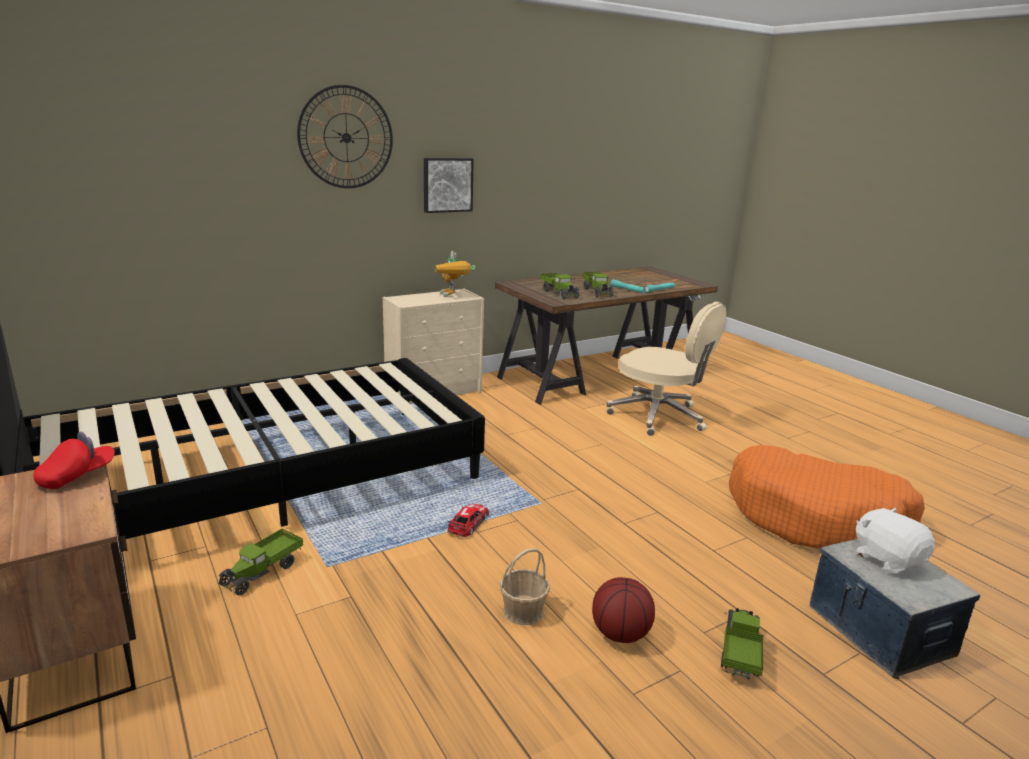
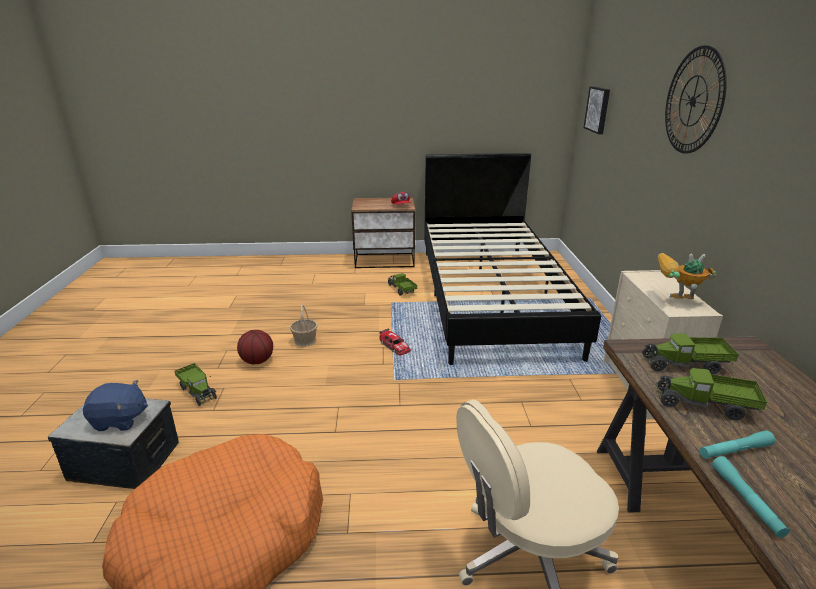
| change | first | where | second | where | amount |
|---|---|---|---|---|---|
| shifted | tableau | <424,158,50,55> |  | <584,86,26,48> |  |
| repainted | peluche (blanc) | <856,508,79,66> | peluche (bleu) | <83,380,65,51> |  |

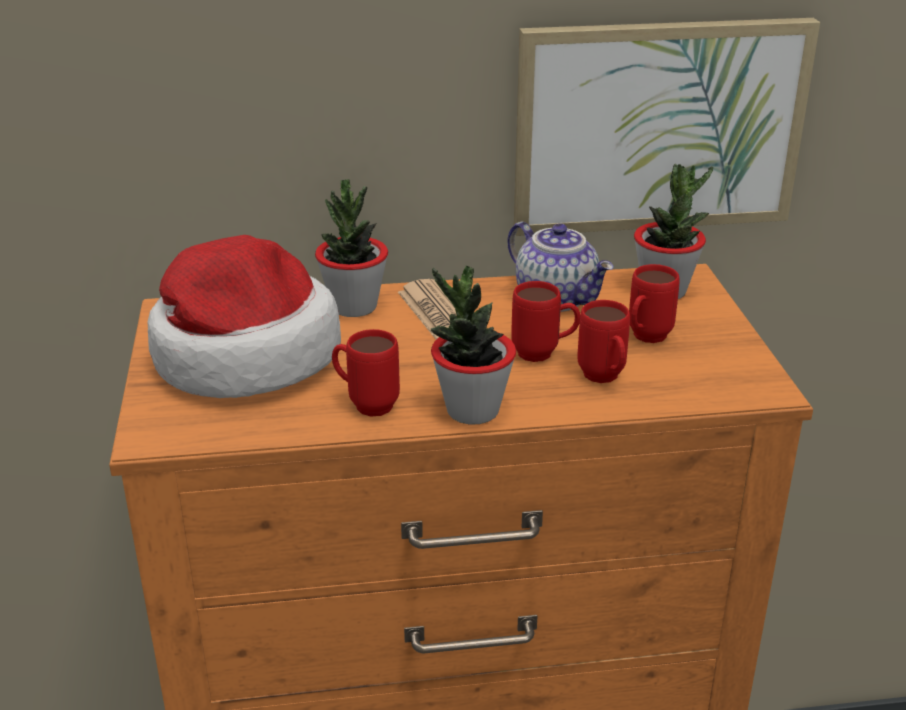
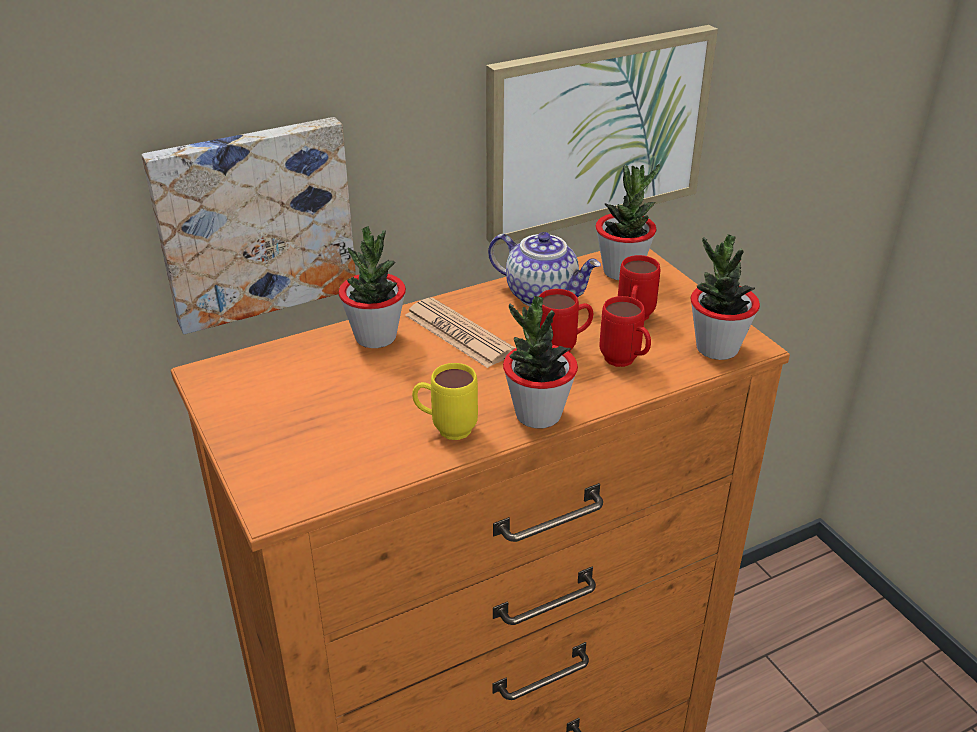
| change | first | where | second | where | amount |
|---|---|---|---|---|---|
| gone | chapeau | <147,235,194,163> |  |  |  |
| new |  |  | tableau | <142,117,214,217> |  |
| new |  |  | plante en pot | <690,234,70,126> |  |
| repainted | mug (rouge) | <332,329,68,88> | mug (jaune) | <412,363,66,77> |  |

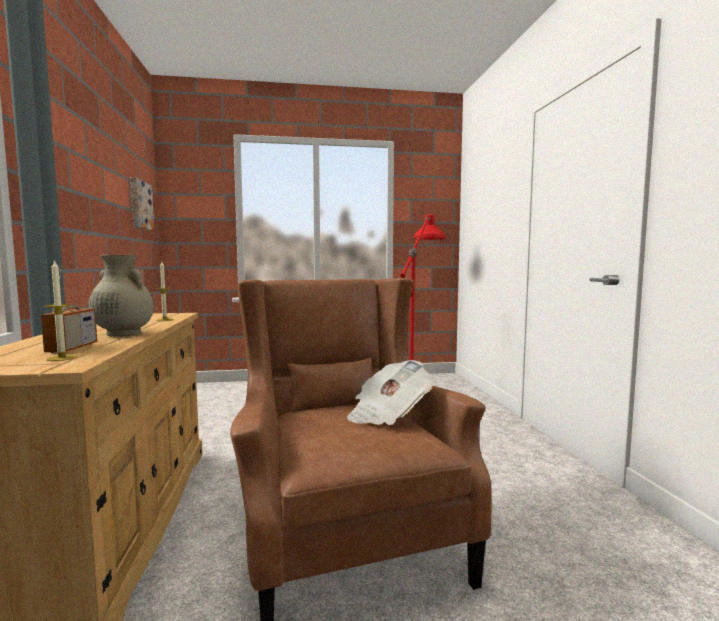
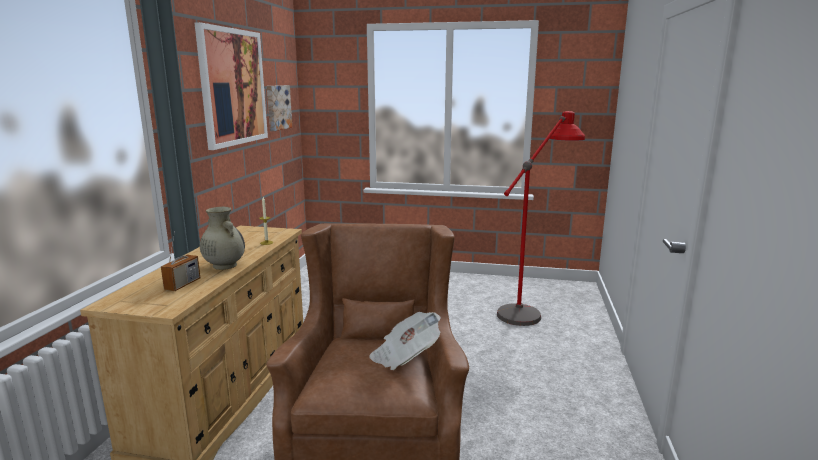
| change | first | where | second | where | amount |
|---|---|---|---|---|---|
| gone | bougie | <44,259,34,102> |  |  |  |
| new |  |  | tableau | <194,22,74,128> |  |

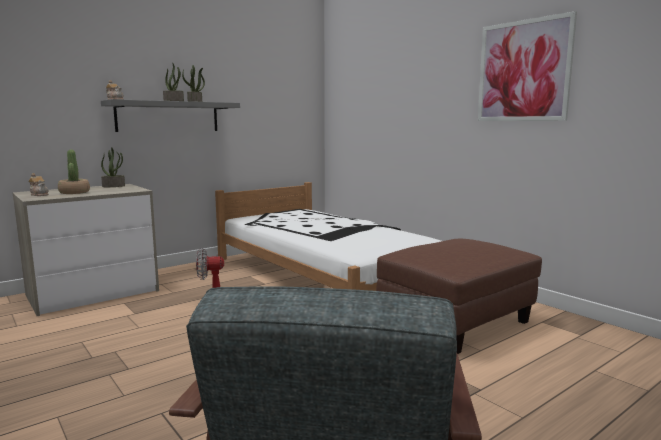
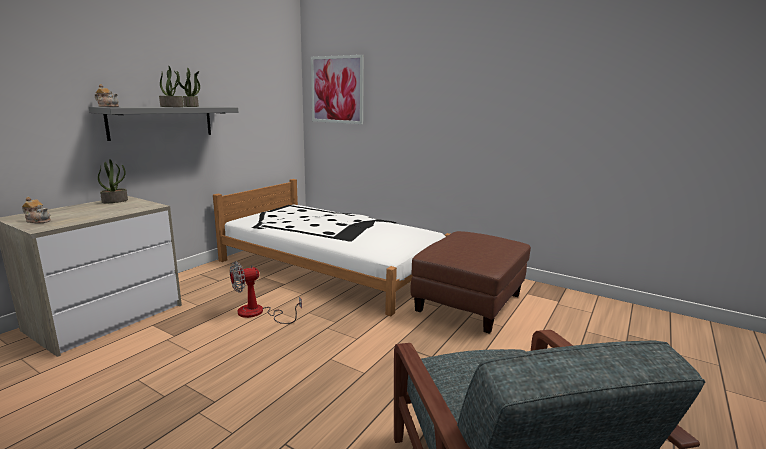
| change | first | where | second | where | amount |
|---|---|---|---|---|---|
| gone | plante en pot | <58,150,32,44> |  |  |  |
| shifted | tableau | <478,11,99,110> |  | <311,55,53,69> |  |

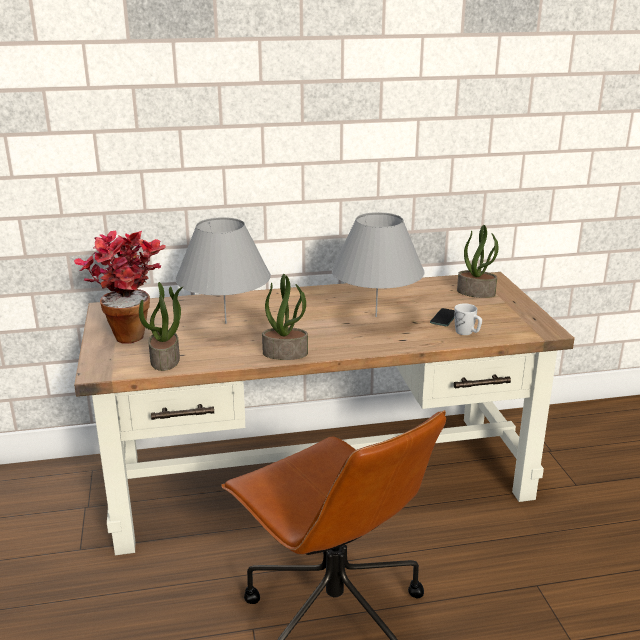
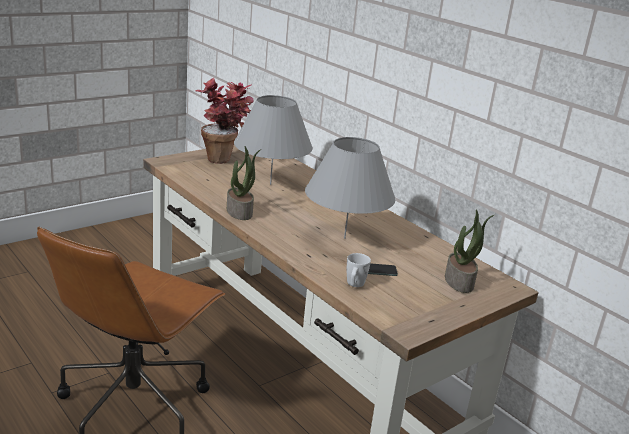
| change | first | where | second | where | amount |
|---|---|---|---|---|---|
| gone | plante en pot | <139,282,45,89> |  |  |  |

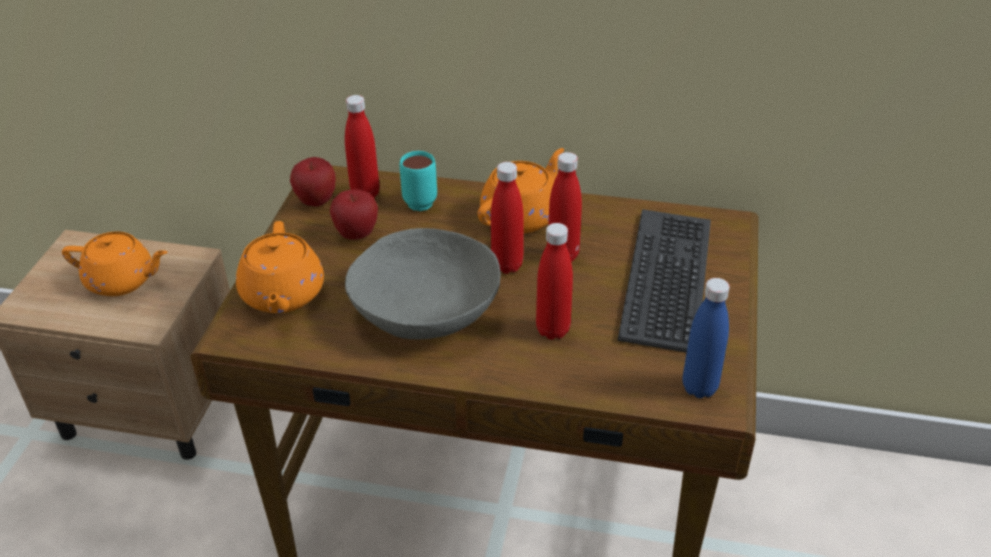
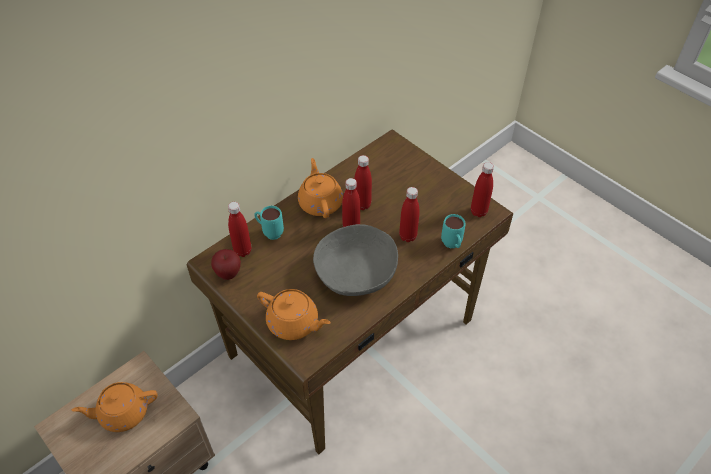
| change | first | where | second | where | amount |
|---|---|---|---|---|---|
| gone | pomme | <330,190,48,49> |  |  |  |
| gone | clavier | <618,209,93,144> |  |  |  |
| new |  |  | mug (turquoise) | <441,214,24,34> |  |
| repainted | bouteille (bleu) | <683,278,47,120> | bouteille (rouge) | <471,162,23,55> |  |
| rotated | théière (orange) | <62,232,106,64> |  | <72,382,86,50> | 150 degrees counterclockwise |

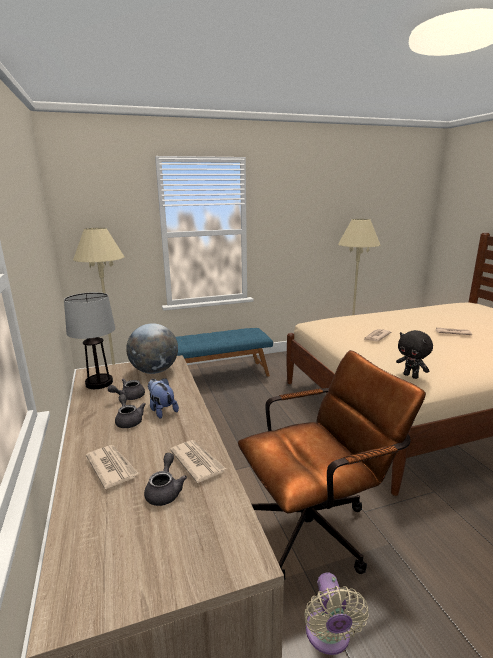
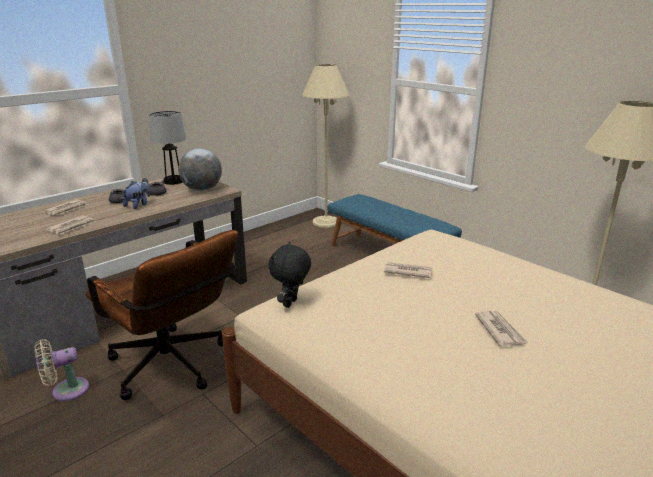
| change | first | where | second | where | amount |
|---|---|---|---|---|---|
| gone | théière (gris) | <144,453,43,53> |  |  |  |

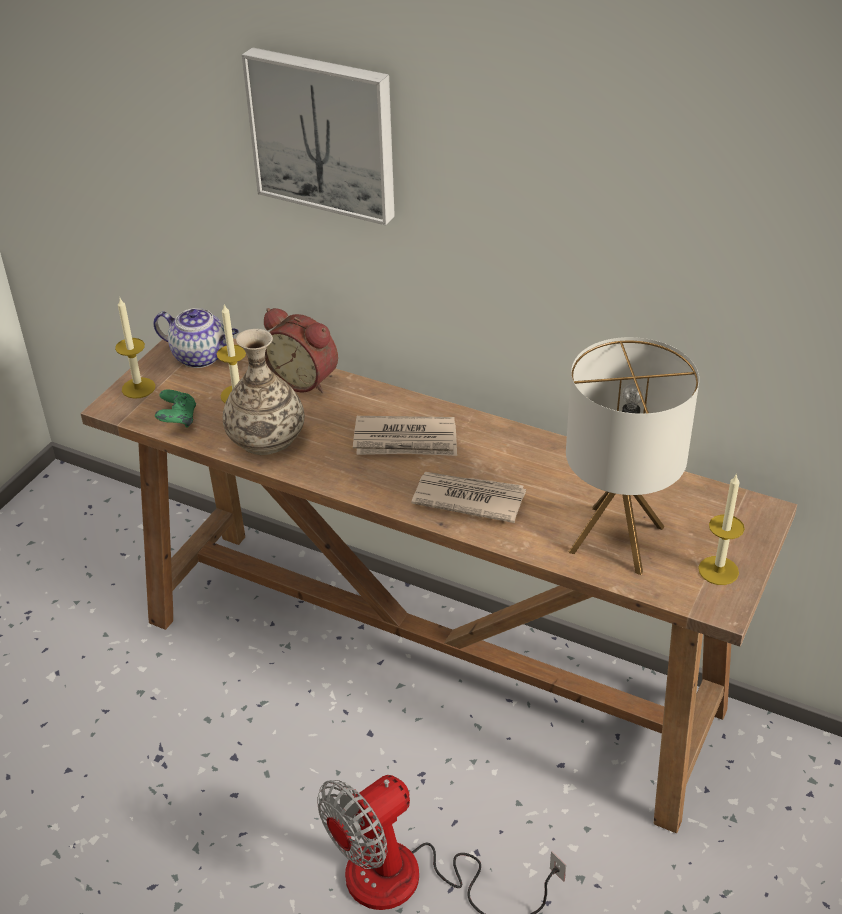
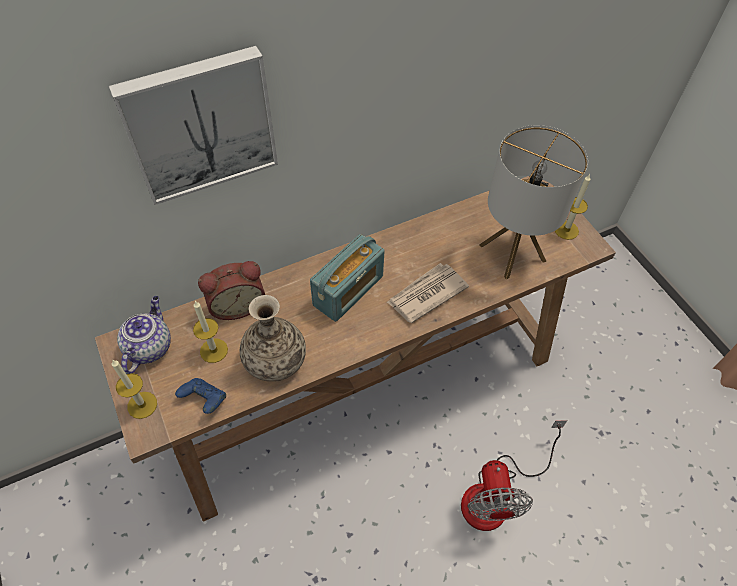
| change | first | where | second | where | amount |
|---|---|---|---|---|---|
| swapped | journal | <353,416,104,40> | radio | <310,234,75,88> |  |
| repainted | manette (vert) | <155,390,41,38> | manette (bleu) | <175,378,51,36> |  |
| rotated | théière | <153,308,86,60> |  | <117,296,54,78> | 45 degrees counterclockwise |

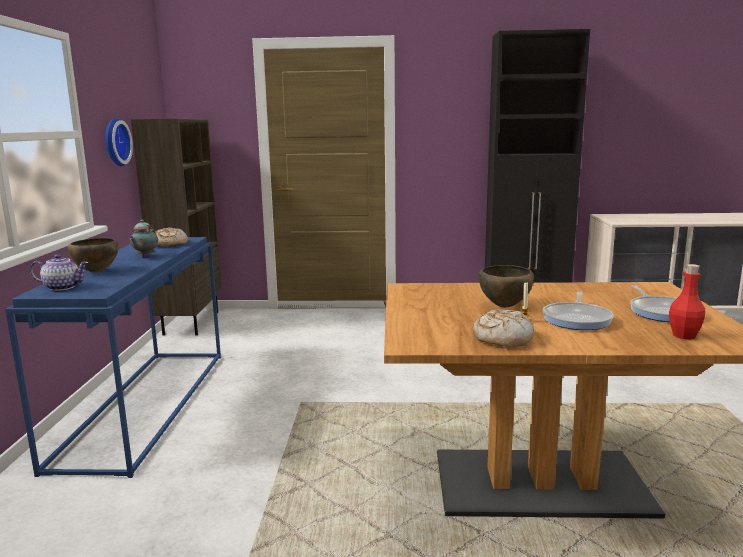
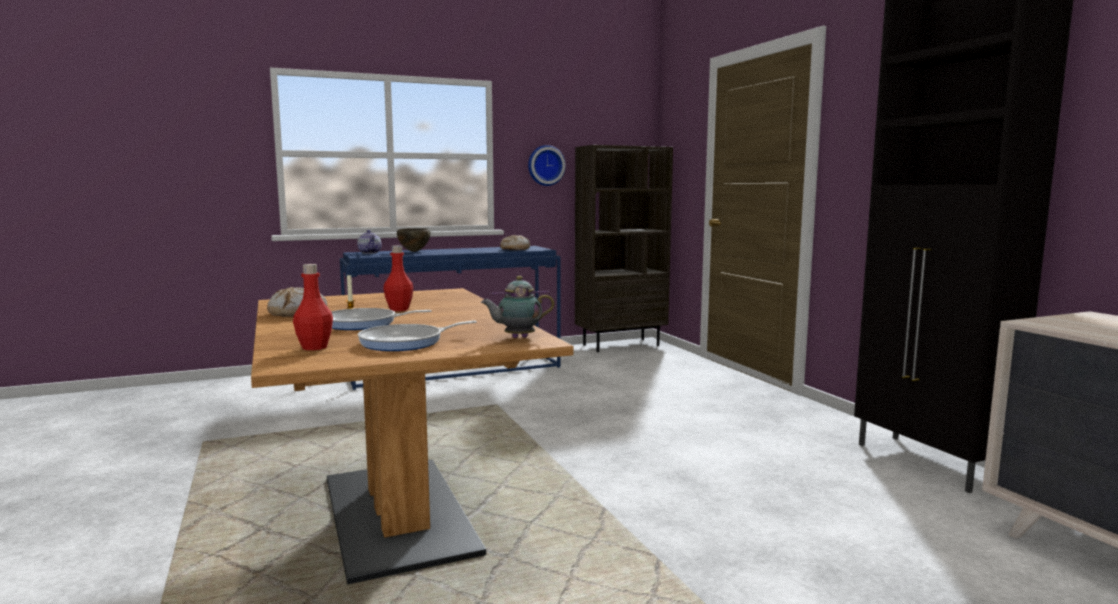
| change | first | where | second | where | amount |
|---|---|---|---|---|---|
| shifted | théière | <129,220,29,37> |  | <481,276,74,62> |  |
| swapped | bol (marron) | <479,265,55,43> | bouteille (rouge) | <383,246,30,65> |  |

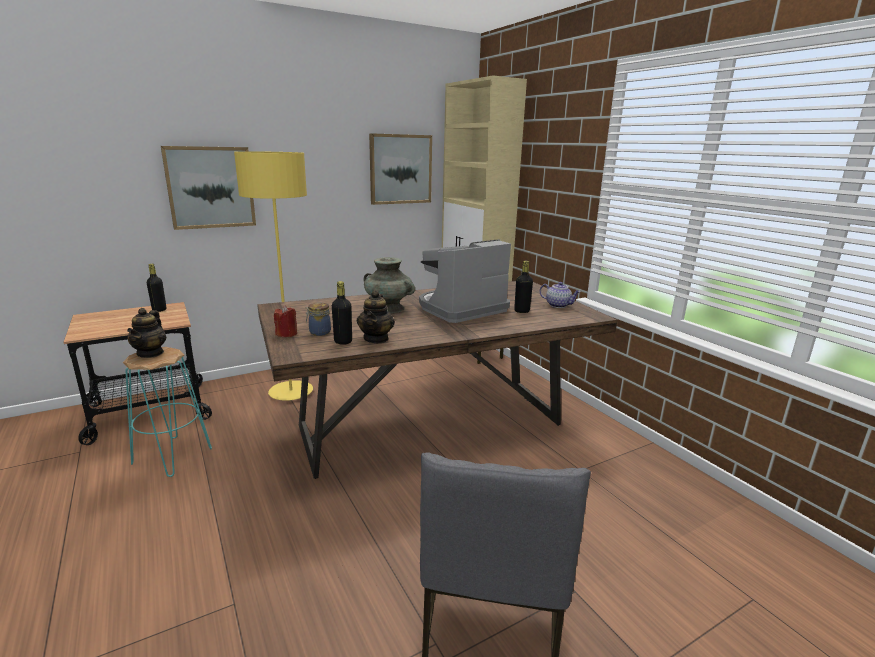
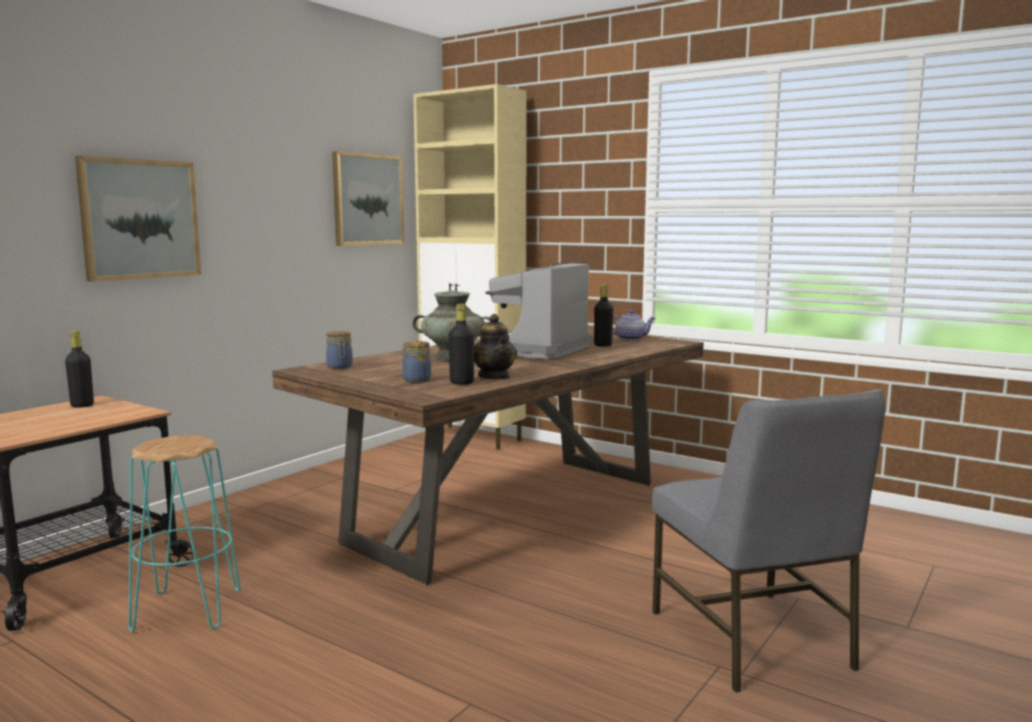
| change | first | where | second | where | amount |
|---|---|---|---|---|---|
| gone | théière | <127,308,39,50> |  |  |  |
| gone | lampadaire (jaune) | <234,151,79,249> |  |  |  |
| gone | bougie (rouge) | <274,305,23,32> |  |  |  |
| new |  |  | bocal | <326,331,27,38> |  |

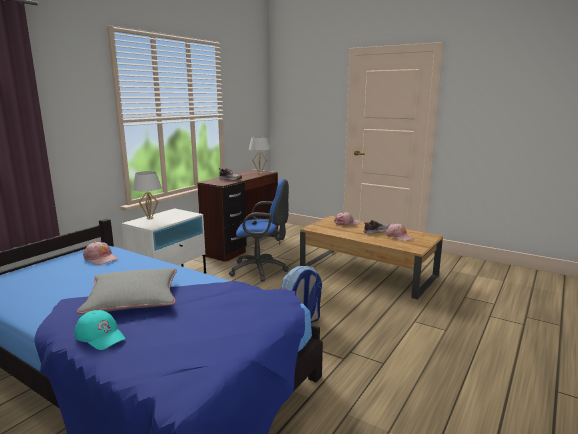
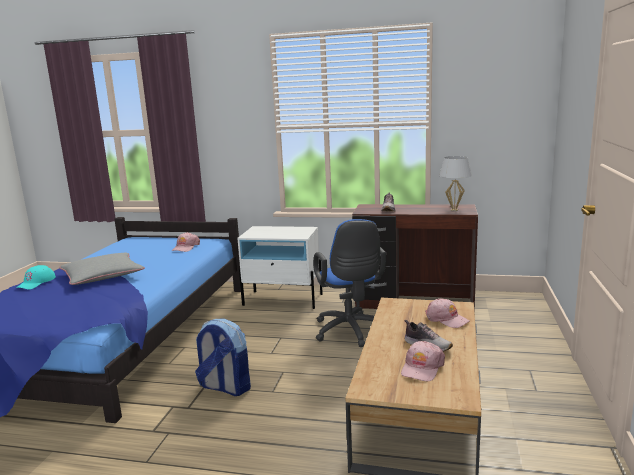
| change | first | where | second | where | amount |
|---|---|---|---|---|---|
| gone | lampe de table (blanc) | <132,171,30,48> |  |  |  |

